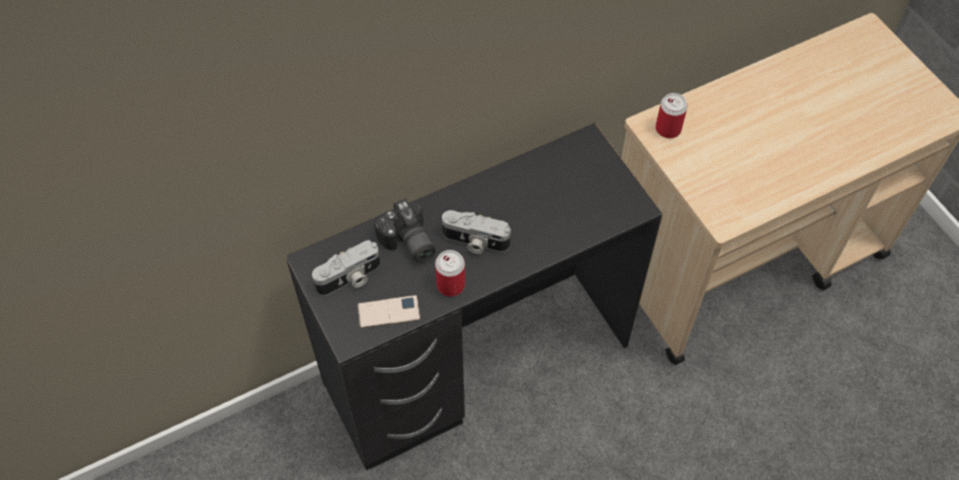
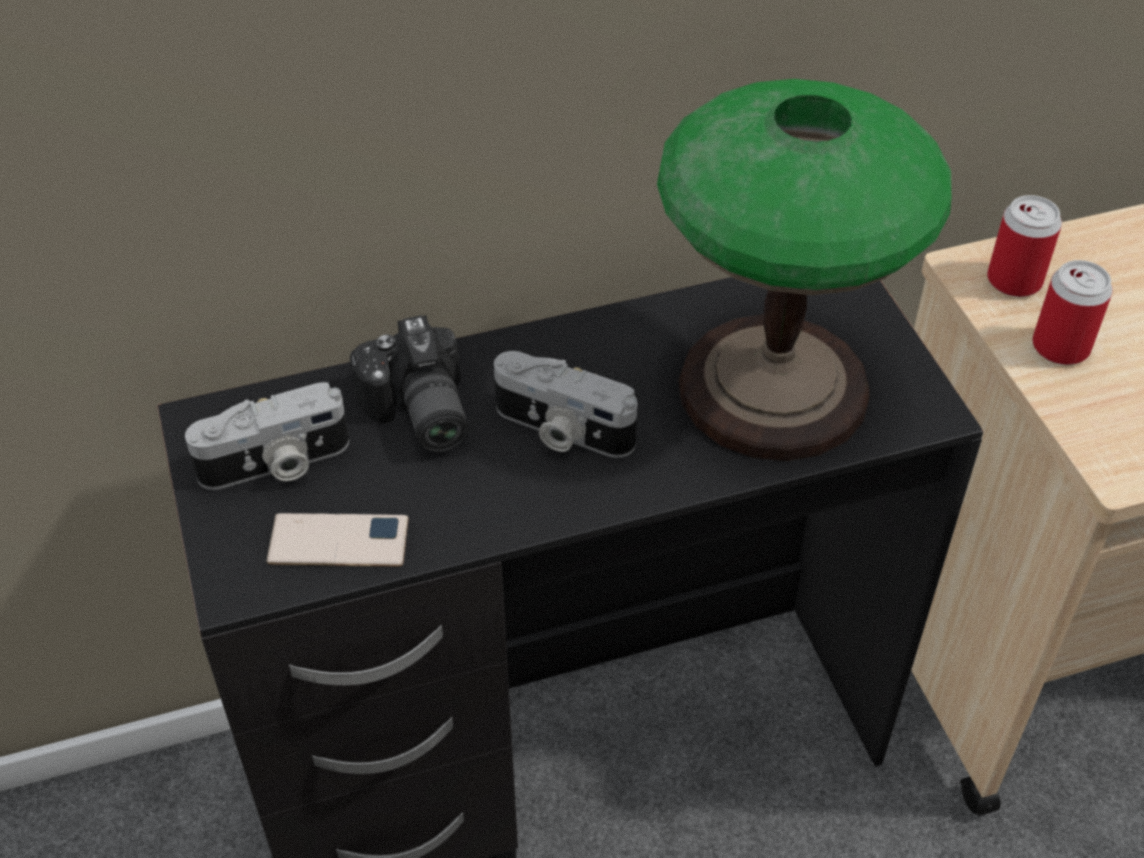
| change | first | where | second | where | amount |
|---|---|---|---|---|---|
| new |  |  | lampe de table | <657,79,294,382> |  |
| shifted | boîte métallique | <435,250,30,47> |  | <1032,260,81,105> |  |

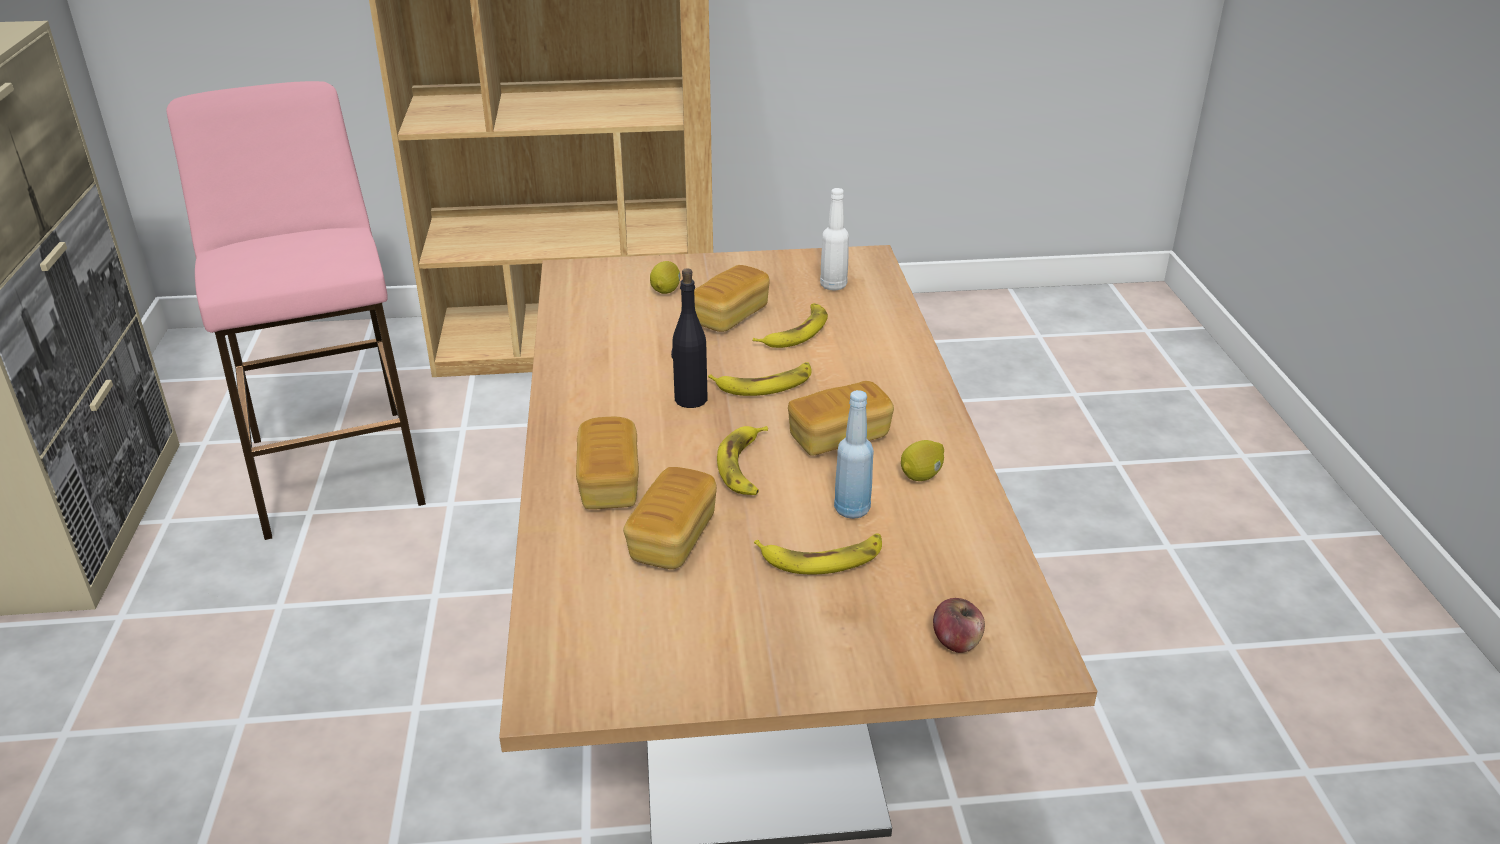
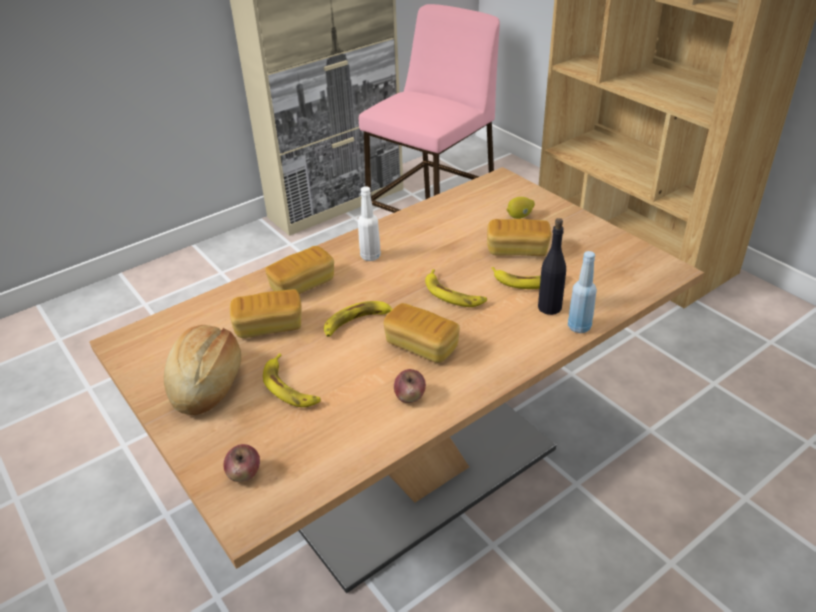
| change | first | where | second | where | amount |
|---|---|---|---|---|---|
| new |  |  | pain | <164,325,77,90> |  |
| shifted | bouteille (noir) | <671,268,37,140> |  | <538,218,28,97> |  |
| shifted | bouteille (blanc) | <820,188,29,103> |  | <358,186,23,75> |  |
| shifted | bouteille (bleu) | <834,390,40,129> |  | <568,251,29,82> |  |
| swapped | citron | <901,440,43,41> | pomme | <394,369,32,34> |  |

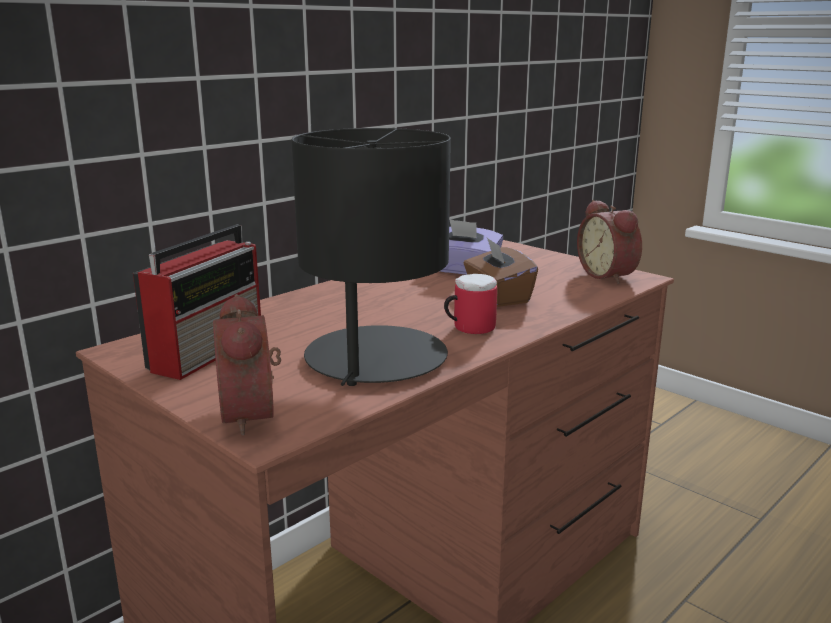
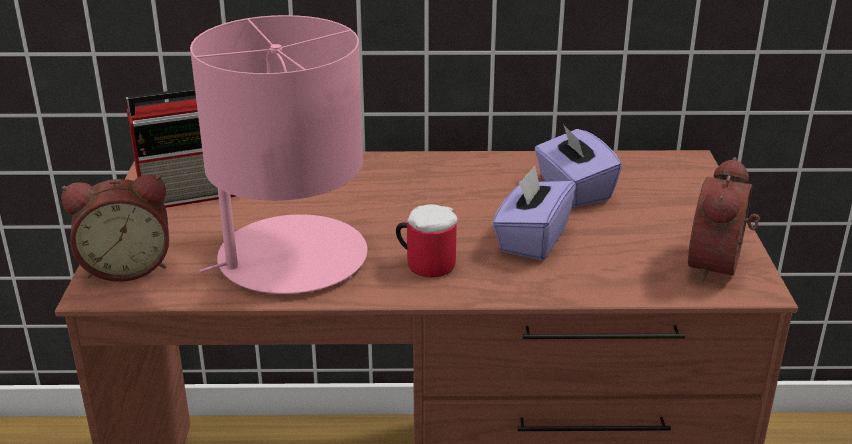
| change | first | where | second | where | amount |
|---|---|---|---|---|---|
| repainted | lampe de table (noir) | <291,128,160,258> | lampe de table (rose) | <190,15,178,279> |  |
| repainted | boîte à mouchoirs (marron) | <464,238,74,69> | boîte à mouchoirs (violet) | <492,165,84,96> |  |
| rotated | réveil | <213,294,68,141> |  | <61,174,108,108> | 135 degrees counterclockwise |

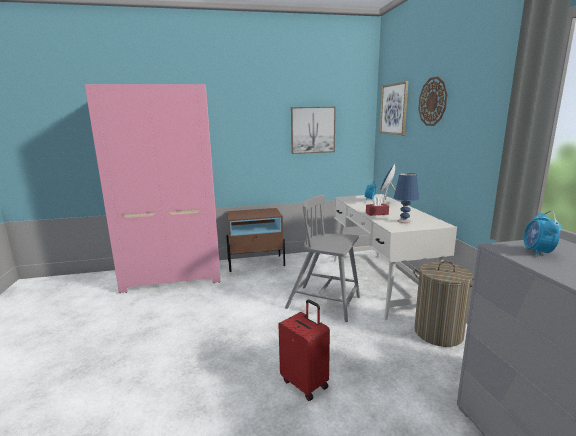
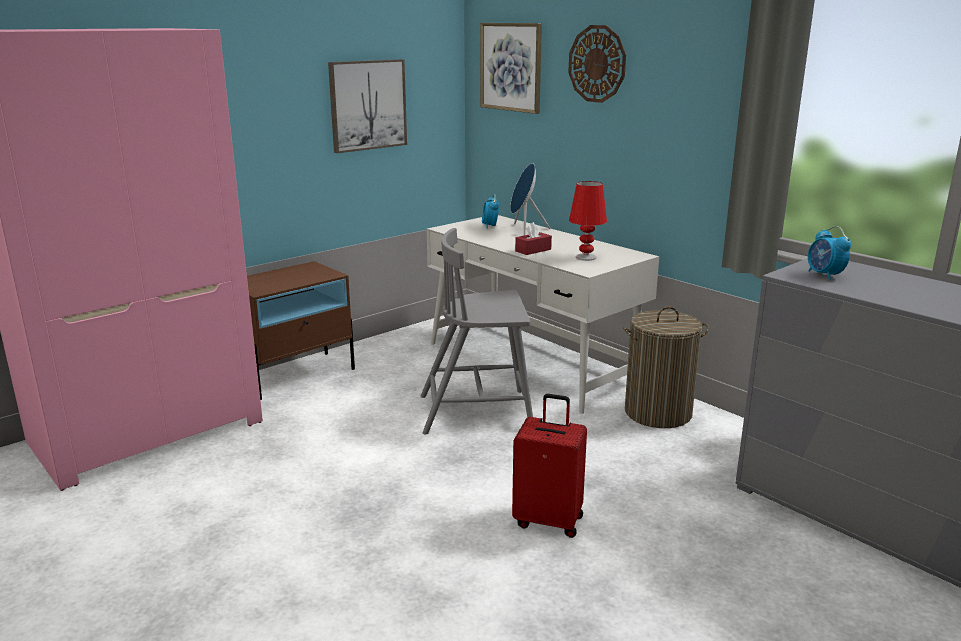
| change | first | where | second | where | amount |
|---|---|---|---|---|---|
| repainted | lampe de table (bleu) | <394,173,25,50> | lampe de table (rouge) | <569,181,38,80> |  |

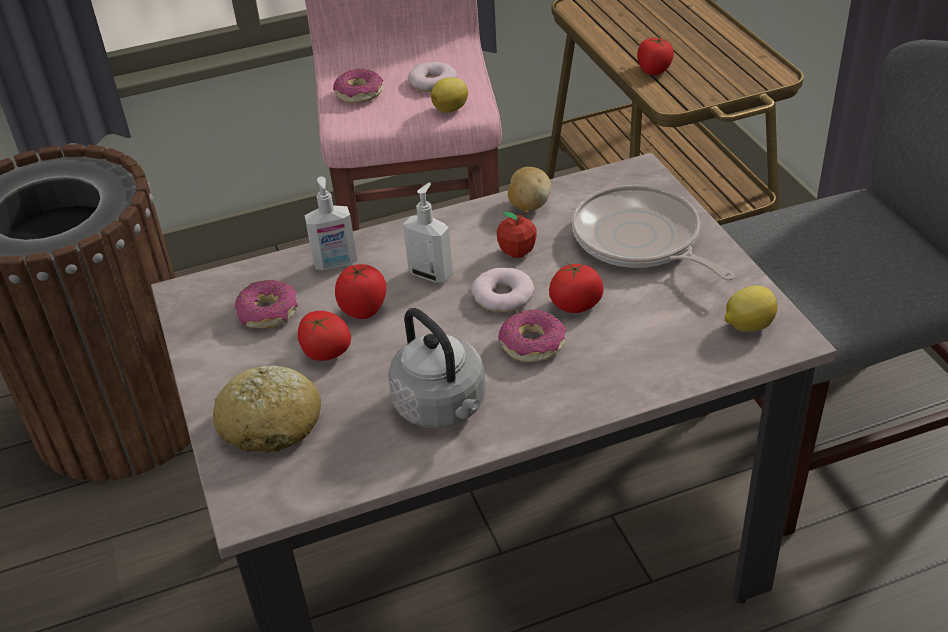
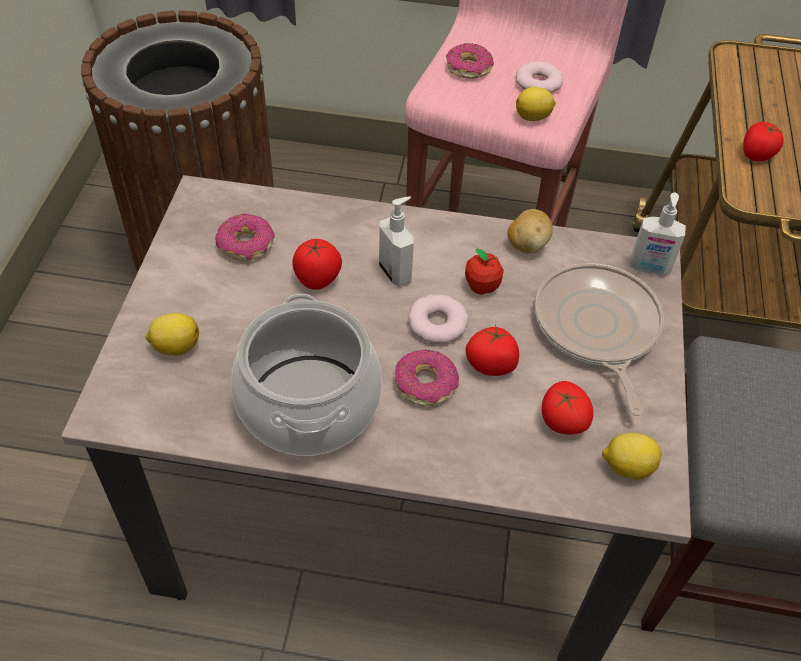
| change | first | where | second | where | amount |
|---|---|---|---|---|---|
| shifted | tomate | <298,311,53,50> |  | <542,381,51,54> |  |
| shifted | distributeur de savon | <305,176,52,95> |  | <630,193,56,82> |  |
| swapped | pain | <213,365,108,88> | citron | <145,313,54,43> |  |
| swapped | bouilloire (gris) | <388,308,97,120> | marmite | <231,294,151,162> |  |

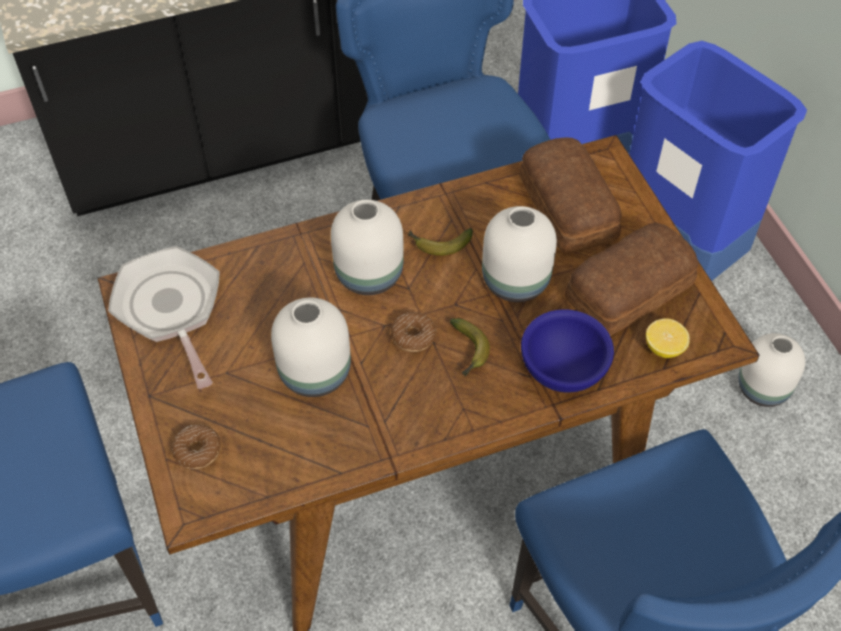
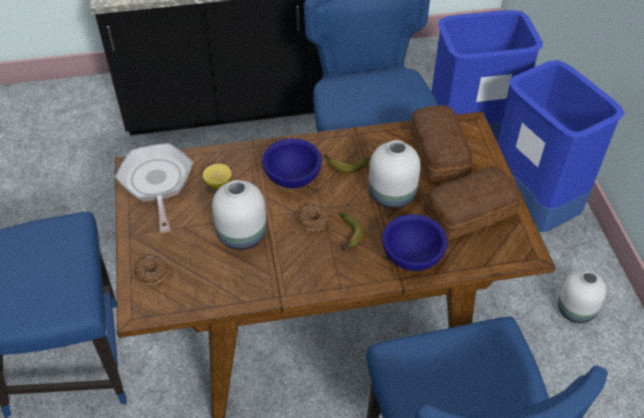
| change | first | where | second | where | amount |
|---|---|---|---|---|---|
| shifted | citron | <646,318,44,40> |  | <203,164,29,24> |  |
| swapped | vase (blanc) | <331,200,73,95> | bol (bleu) | <262,138,60,50> |  |

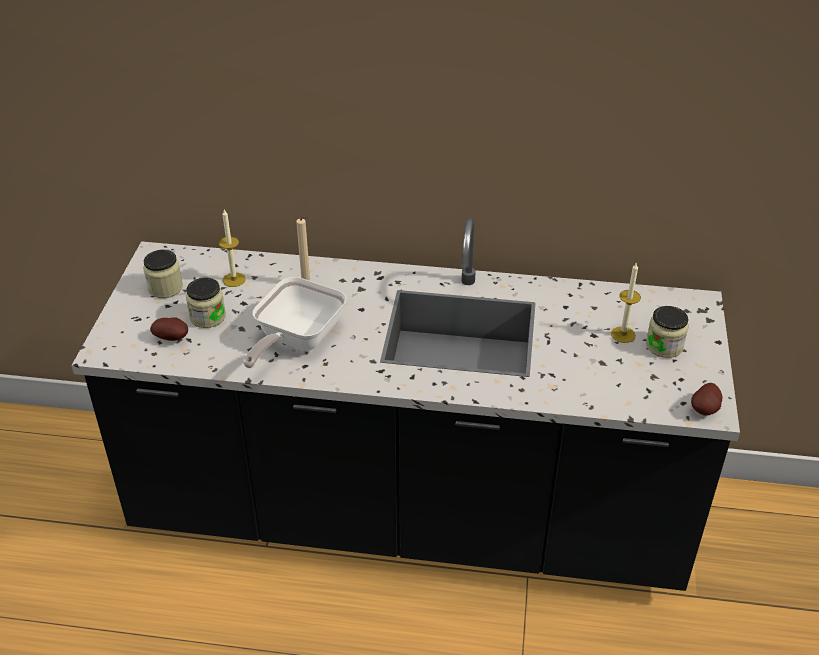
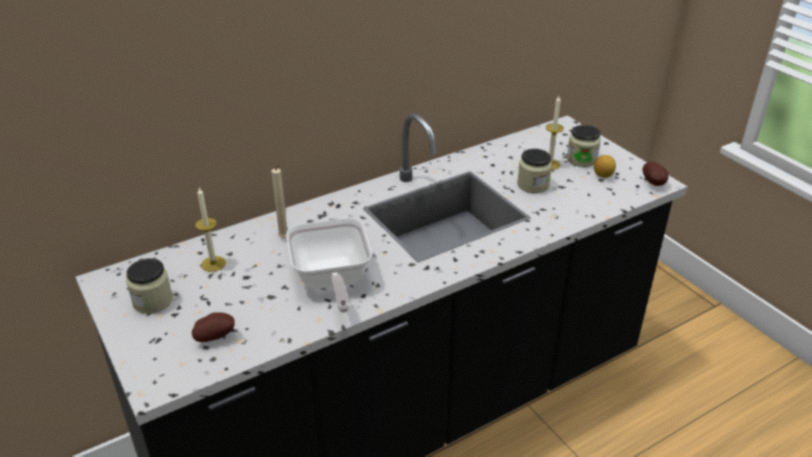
| change | first | where | second | where | amount |
|---|---|---|---|---|---|
| new |  |  | citron | <594,155,22,23> |  |
| shifted | bocal | <186,277,40,51> |  | <517,149,35,44> |  |

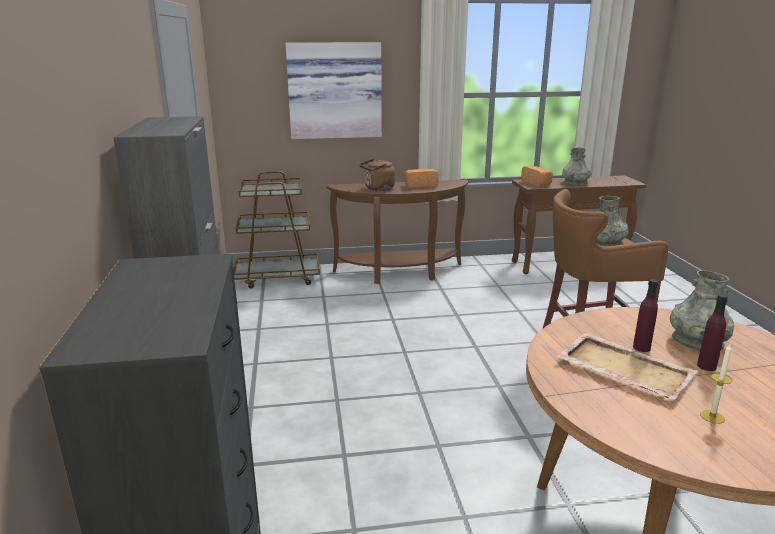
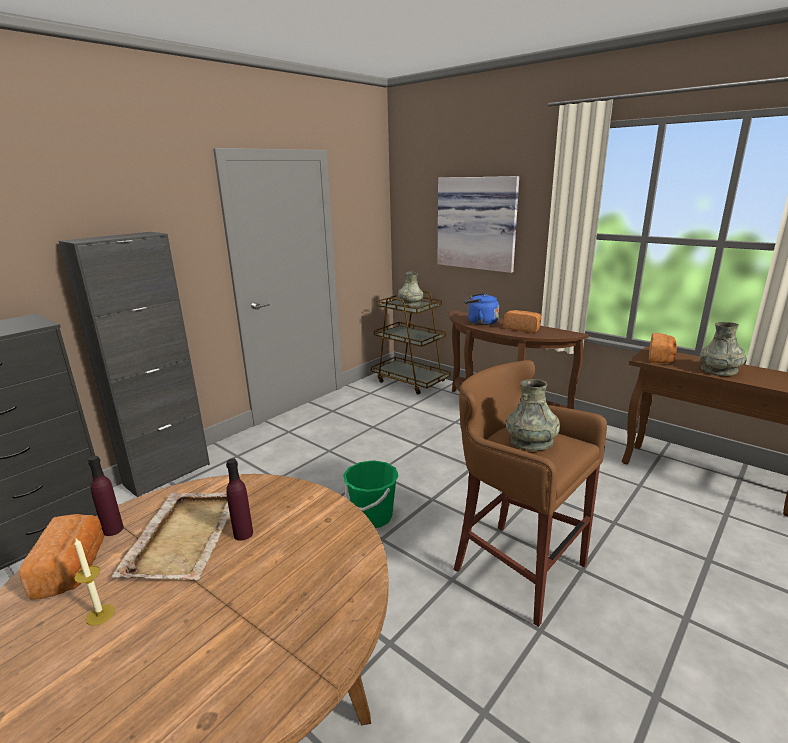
| change | first | where | second | where | amount |
|---|---|---|---|---|---|
| new |  |  | pain | <19,514,85,85> |  |
| new |  |  | seau (vert) | <343,460,56,68> |  |
| shifted | vase (gris) | <670,270,64,81> |  | <398,272,25,35> |  |
| shifted | bouteille (violet) | <697,294,31,77> |  | <88,456,36,80> |  |
| repainted | bouilloire (marron) | <359,159,36,32> | bouilloire (bleu) | <464,293,35,32> |  |

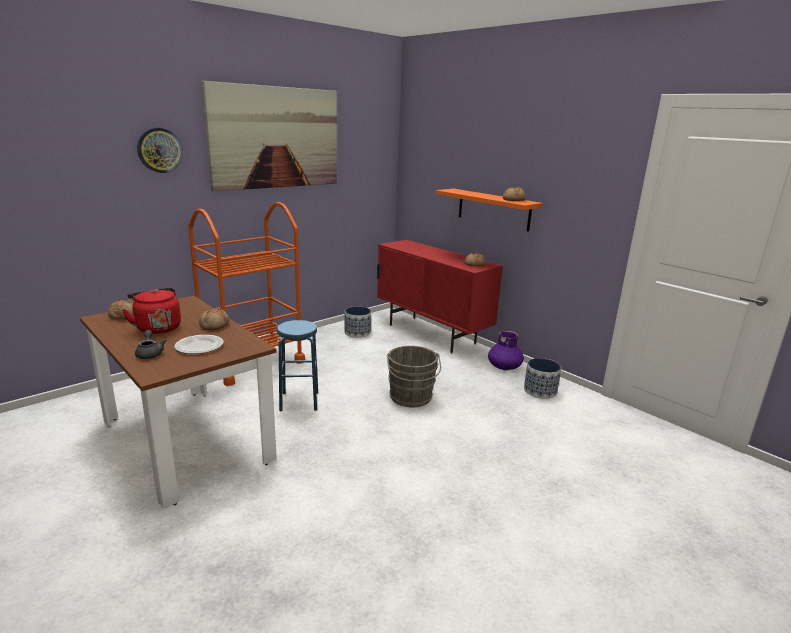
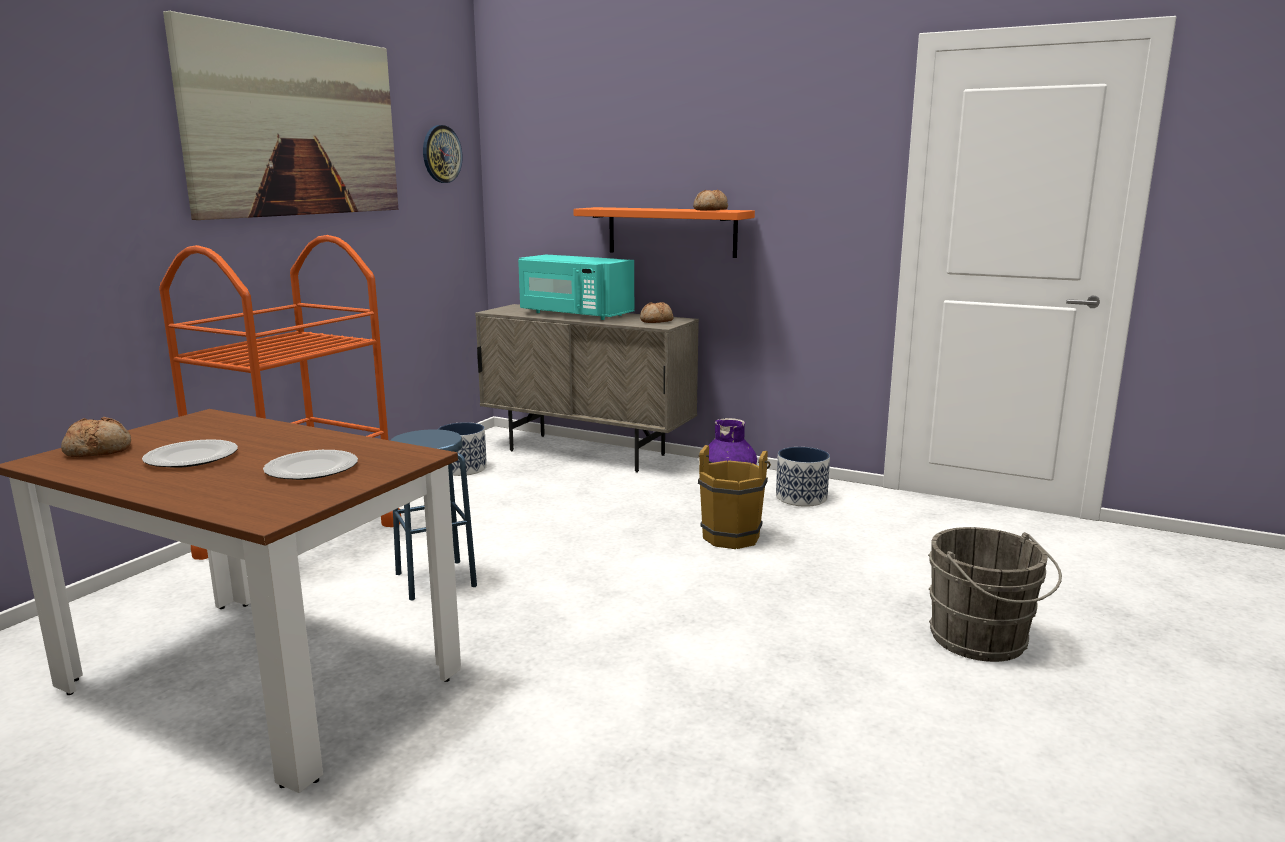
| change | first | where | second | where | amount |
|---|---|---|---|---|---|
| gone | théière (gris) | <135,330,31,29> |  |  |  |
| gone | pain | <199,308,30,22> |  |  |  |
| new |  |  | micro-ondes (turquoise) | <518,255,116,65> |  |
| new |  |  | seau (marron) | <698,445,73,104> |  |
| shifted | horloge murale | <137,128,46,45> |  | <423,125,39,58> |  |
| shifted | seau (gris) | <387,346,54,61> |  | <928,527,134,135> |  |
| swapped | bouilloire (rouge) | <122,288,59,46> | assiette | <142,439,96,29> |  |
| repainted | meuble de rangement (rouge) | <377,240,126,113> | meuble de rangement (beige) | <475,304,224,169> |  |

